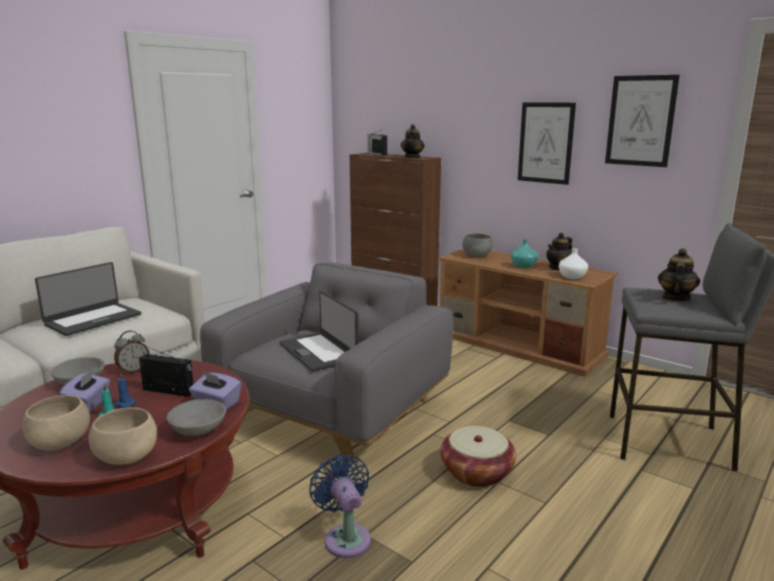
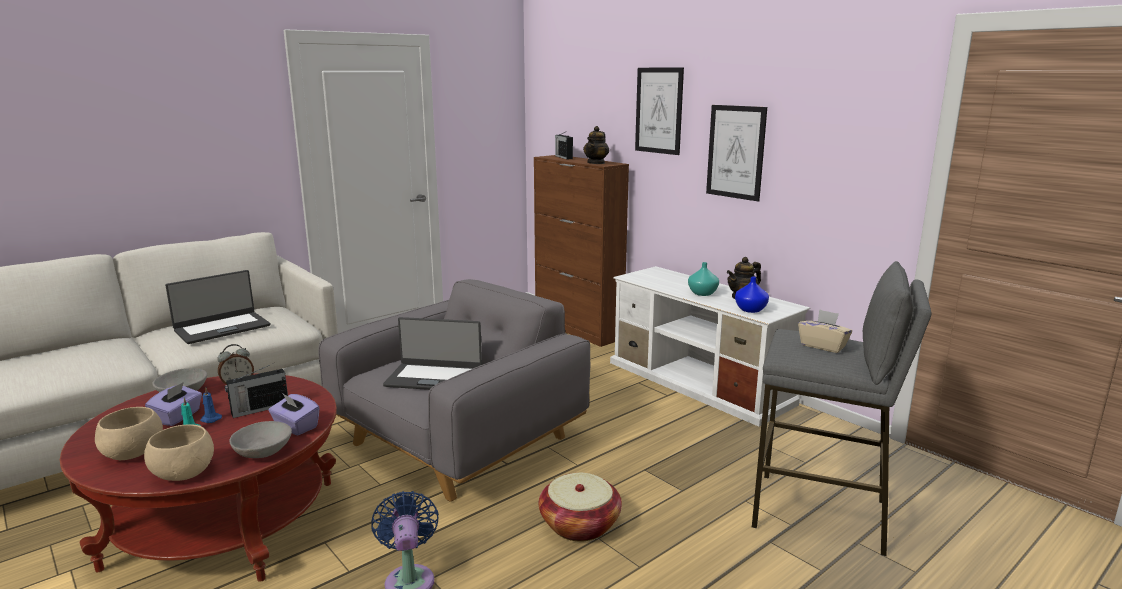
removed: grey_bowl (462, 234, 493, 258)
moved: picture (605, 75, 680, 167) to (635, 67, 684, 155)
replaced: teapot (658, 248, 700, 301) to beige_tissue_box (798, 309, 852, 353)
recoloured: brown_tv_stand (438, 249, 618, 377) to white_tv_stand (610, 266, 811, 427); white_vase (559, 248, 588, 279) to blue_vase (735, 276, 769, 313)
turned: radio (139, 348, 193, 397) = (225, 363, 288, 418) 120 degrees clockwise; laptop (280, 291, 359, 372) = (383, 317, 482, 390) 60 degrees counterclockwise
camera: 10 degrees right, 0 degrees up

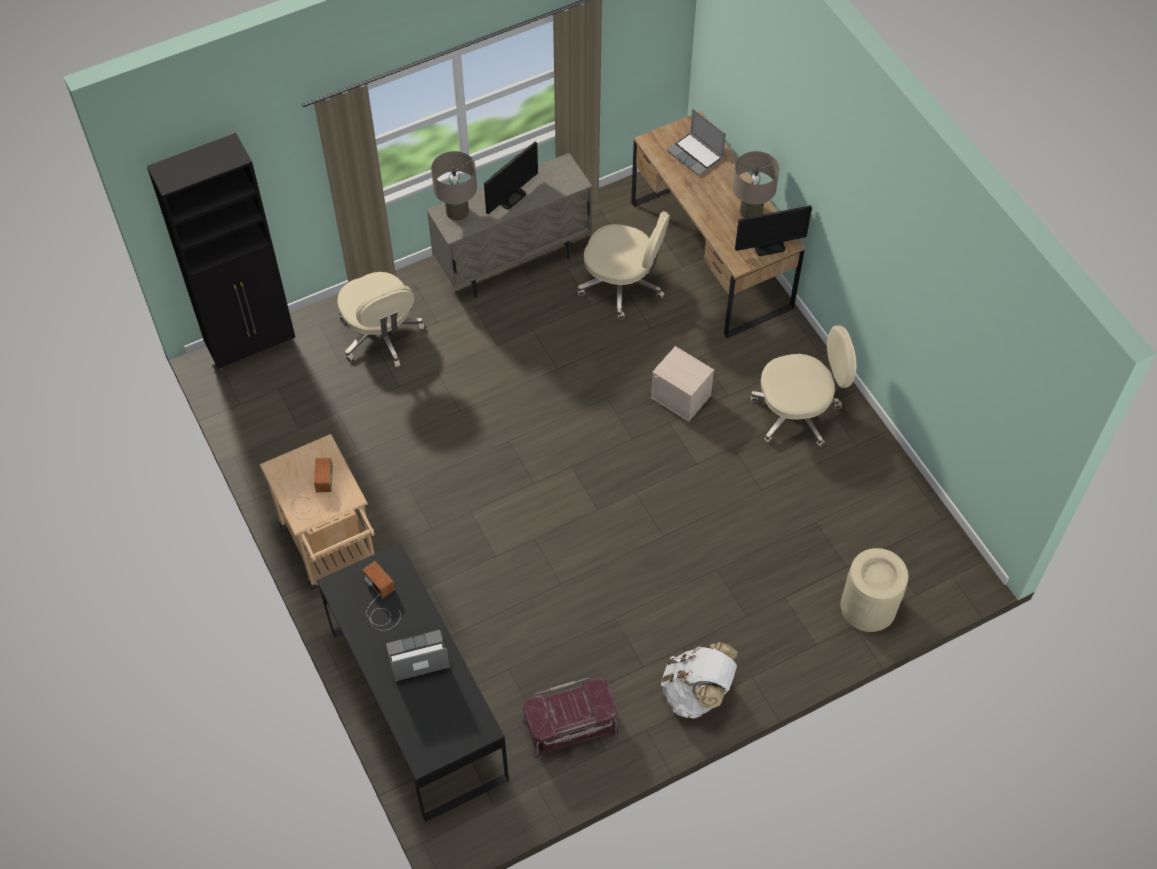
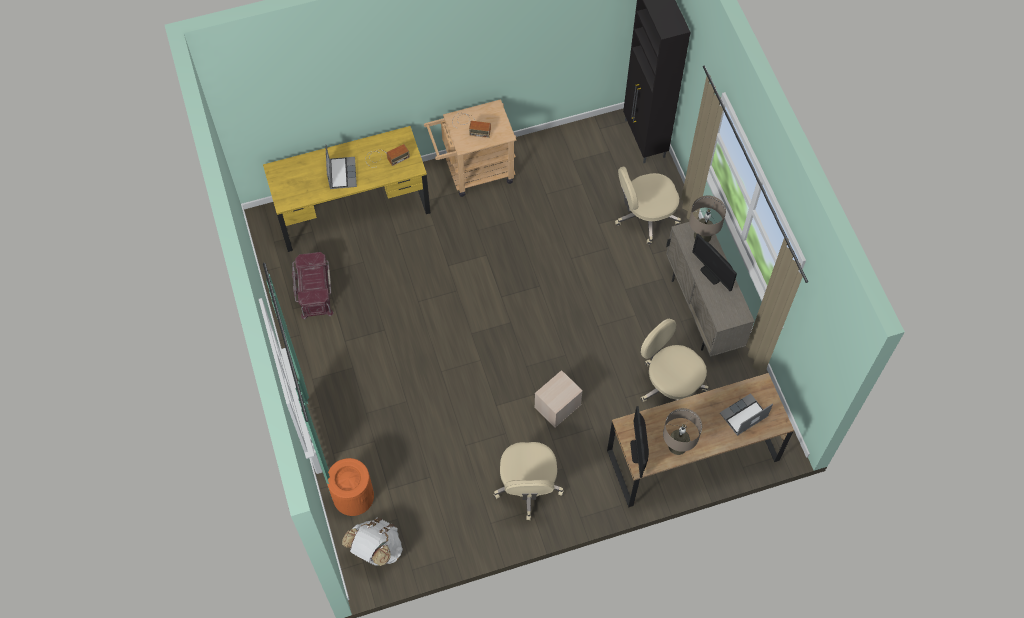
moved: white_backpack (661, 642, 738, 719) to (342, 517, 403, 566)
recoloured: black_desk (317, 542, 509, 822) to yellow_desk (263, 126, 431, 252); beige_trash_can (841, 548, 908, 632) to orange_trash_can (327, 458, 374, 516)
turned: beige_office_chair (578, 211, 670, 319) = (641, 319, 708, 402) 105 degrees clockwise
camera: 100 degrees right, 5 degrees up

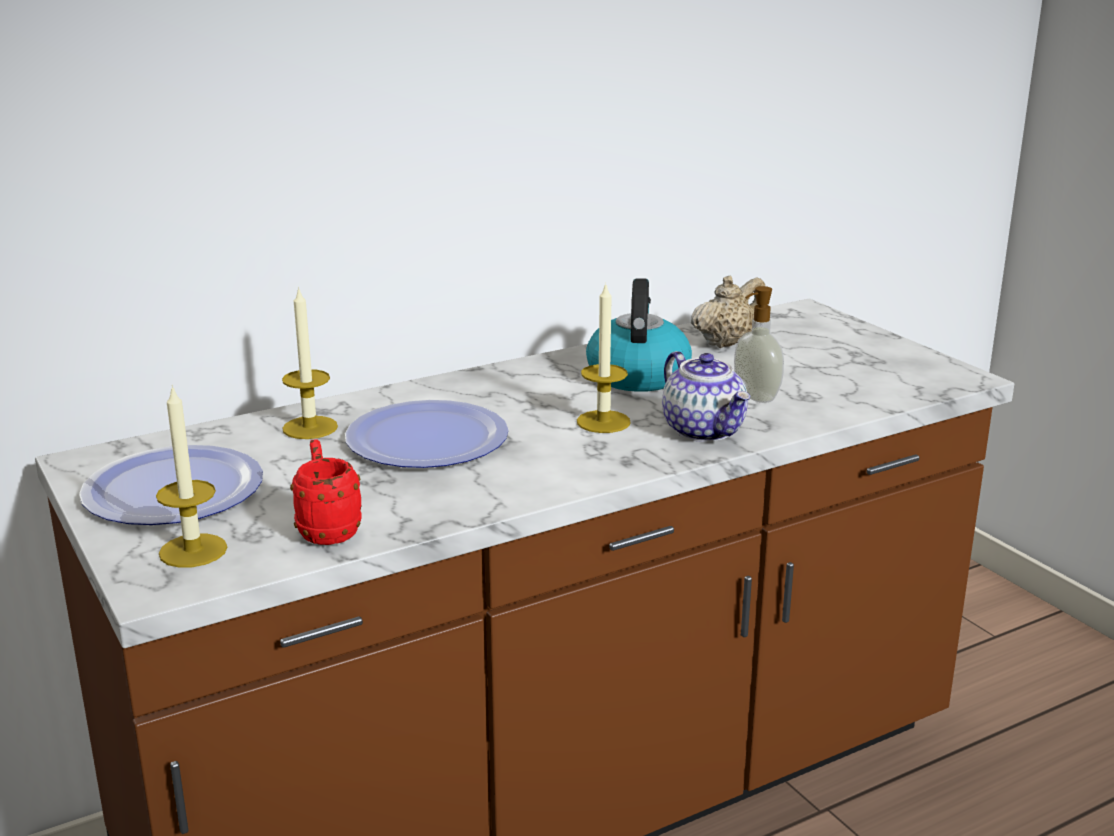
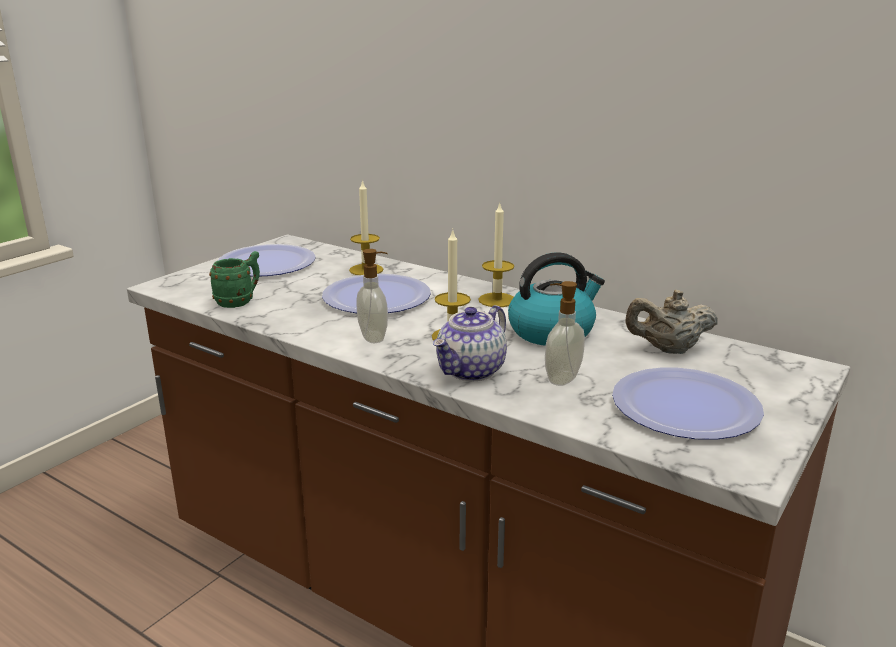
added: soap_dispenser (356, 249, 388, 343); plate (612, 367, 764, 440)
moved: candle (156, 385, 227, 568) to (478, 204, 514, 307)
recoloured: red_mug (290, 439, 362, 545) to green_mug (209, 251, 260, 308)
turned: beige_teapot (691, 276, 765, 348) = (625, 290, 718, 354) 150 degrees clockwise
camera: 65 degrees right, 0 degrees up

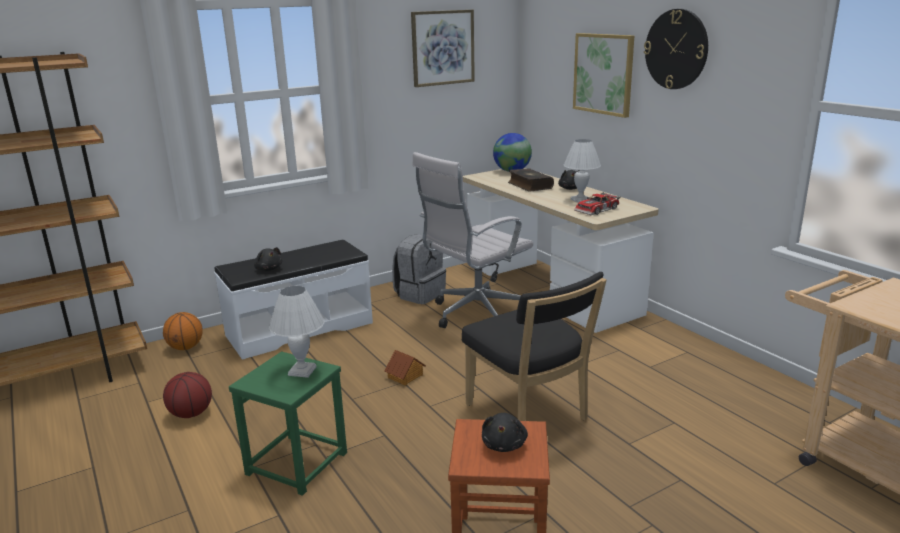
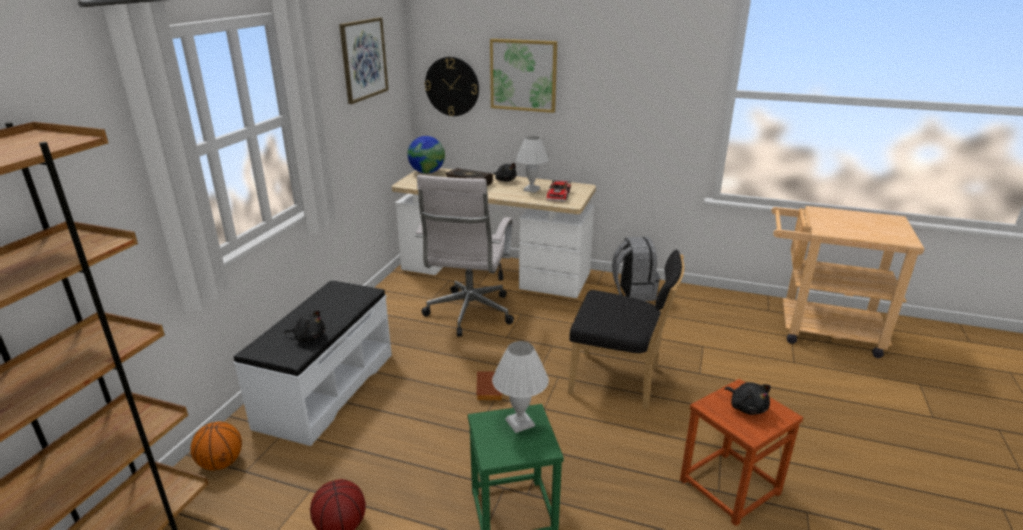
moved: grey_backpack (392, 234, 446, 304) to (612, 237, 660, 301); wall_clock (644, 9, 708, 89) to (425, 57, 479, 116)
camera: 40 degrees left, 5 degrees up

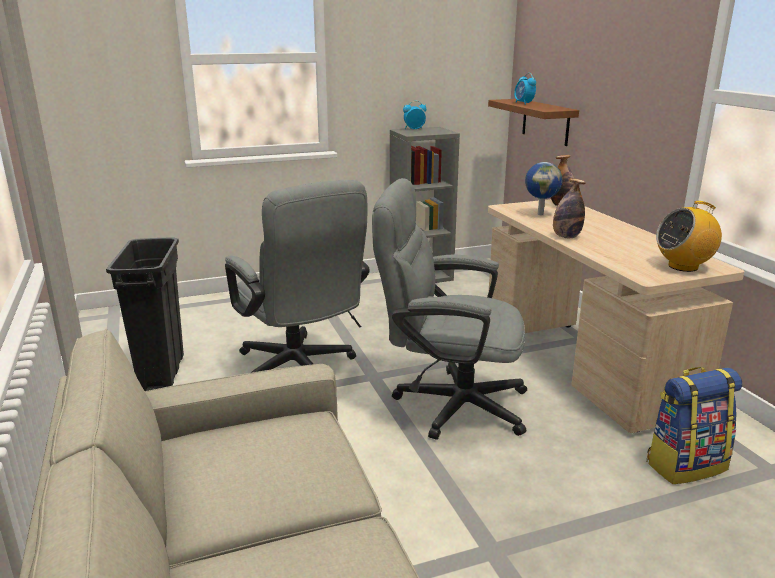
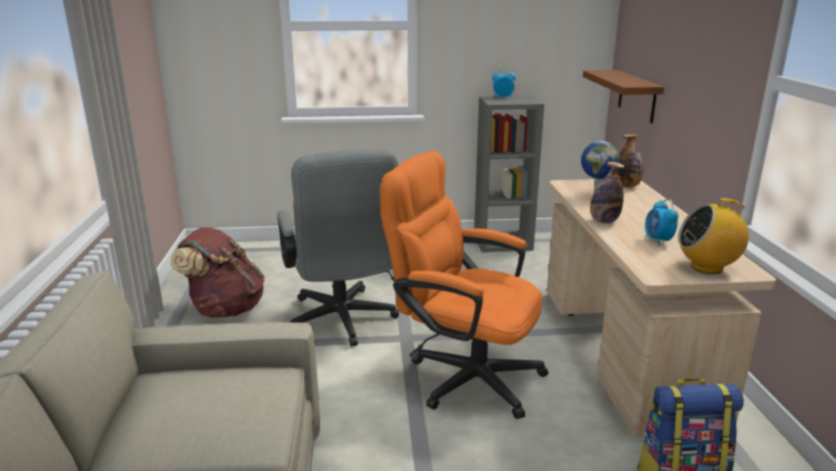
moved: alarm_clock (514, 73, 536, 105) to (645, 199, 678, 246)
replaced: black_trash_can (106, 238, 184, 391) to brown_backpack (170, 227, 265, 318)
recoloured: grey_office_chair (372, 178, 527, 440) to orange_office_chair (380, 151, 549, 419)
camera: 15 degrees right, 0 degrees up

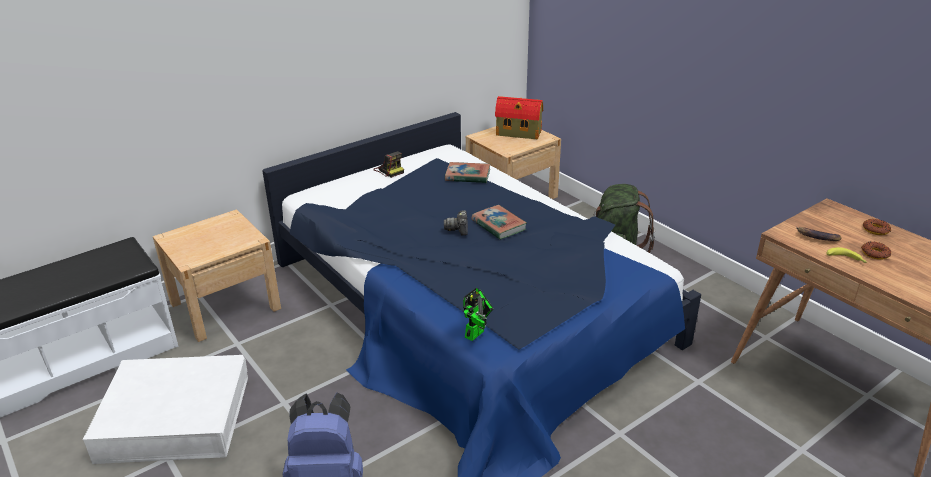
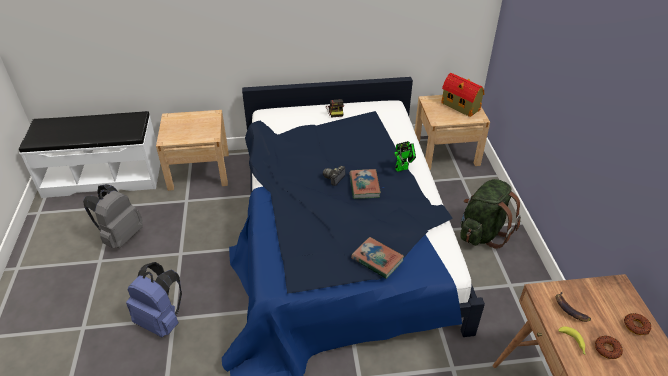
moved: book (445, 162, 490, 183) to (351, 237, 404, 279); toy_robot (463, 288, 494, 341) to (394, 141, 416, 172)
replaced: white_storage_box (83, 355, 248, 464) to grey_backpack (83, 184, 143, 248)
camera: 30 degrees right, 10 degrees up

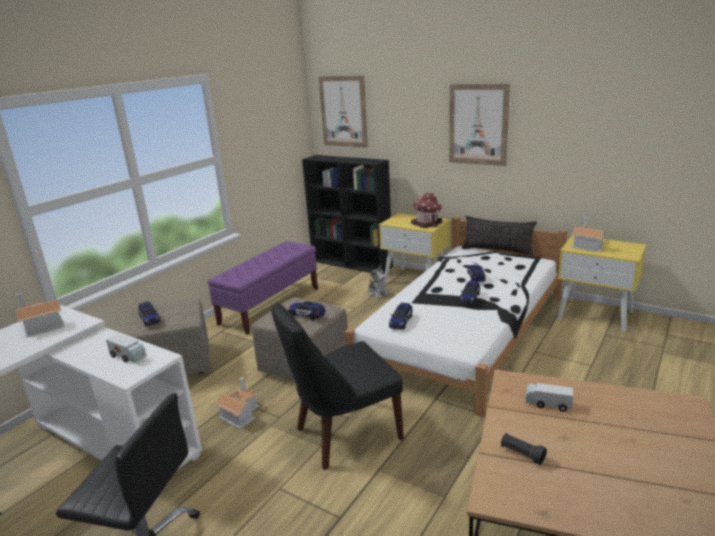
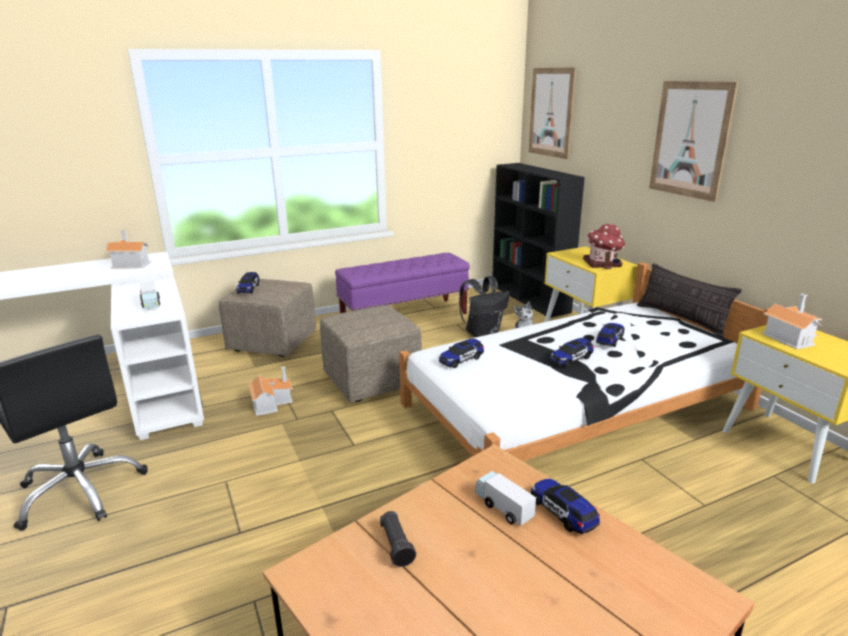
removed: black_chair (271, 303, 404, 470)
added: black_backpack (459, 276, 510, 337)
moved: toy_car (288, 301, 326, 320) to (531, 479, 600, 534)
camera: 30 degrees right, 0 degrees up

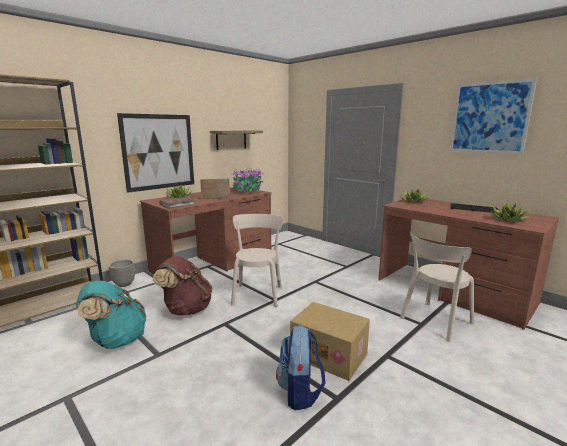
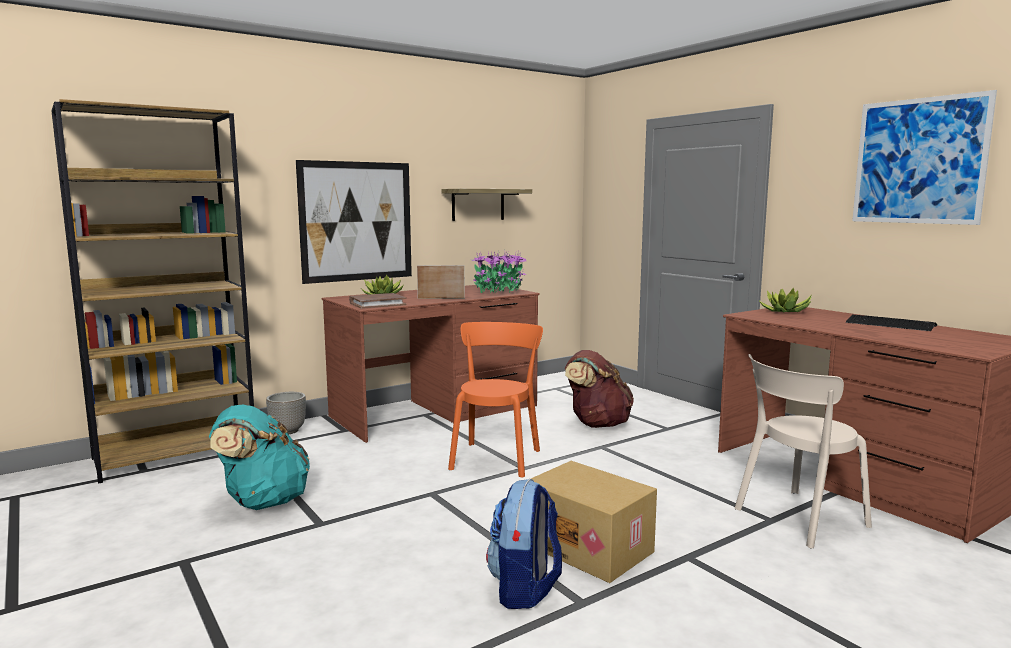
removed: potted_plant (491, 203, 531, 222)
moved: brown_backpack (153, 256, 213, 315) to (565, 350, 634, 428)
recoloured: beige_chair (231, 214, 283, 307) to orange_chair (448, 322, 543, 478)
camera: 10 degrees right, 5 degrees down

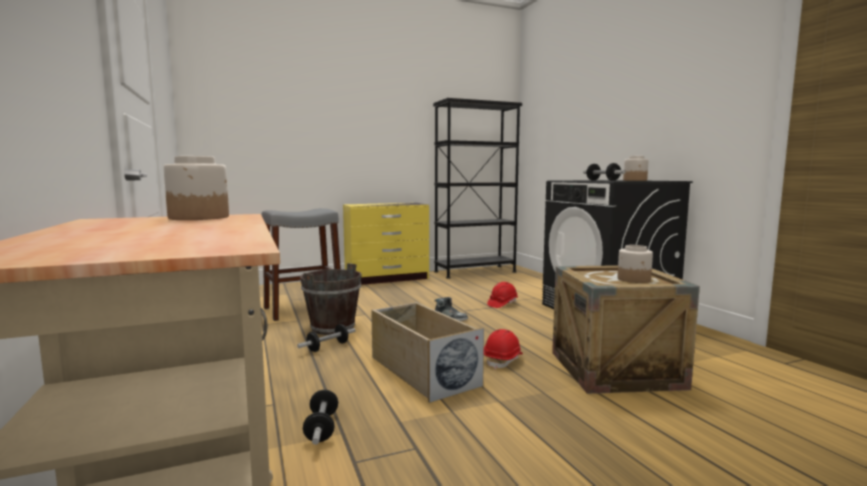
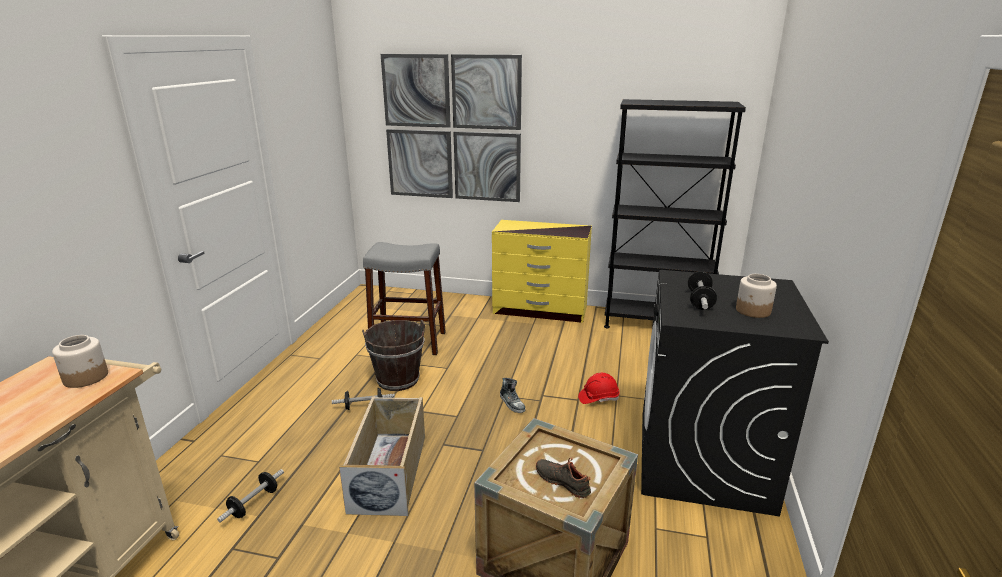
removed: red_hard_hat (484, 329, 523, 370)
added: picture (381, 54, 522, 202)
replaced: jar (618, 245, 653, 283) to black_shoe (536, 457, 591, 498)
camera: 35 degrees right, 15 degrees up

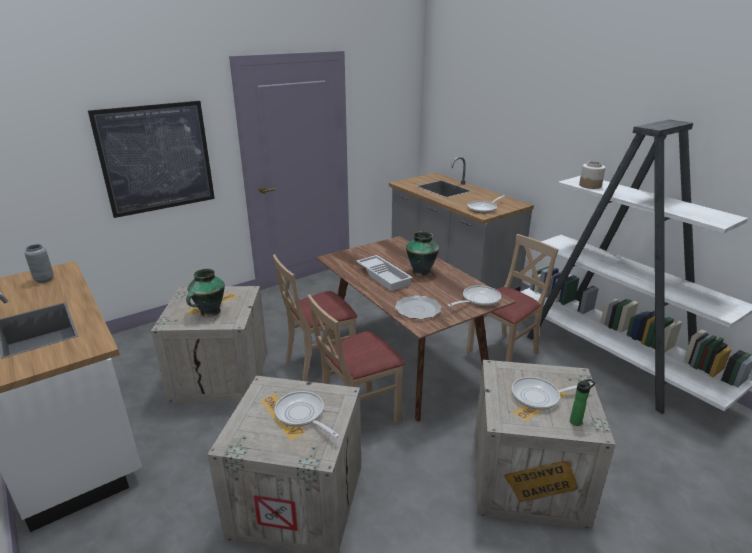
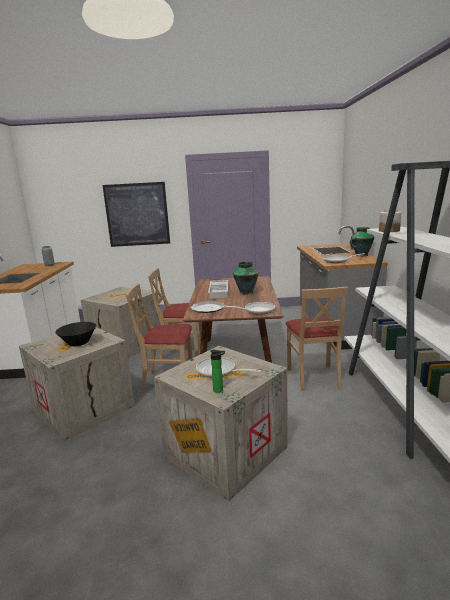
moved: vase (186, 269, 225, 317) to (350, 227, 374, 257)
replaced: frying_pan (274, 391, 339, 438) to black_bowl (55, 322, 96, 346)
turned: beige_chair (467, 234, 559, 362) = (286, 287, 348, 391) 90 degrees clockwise
camera: 35 degrees right, 10 degrees down

